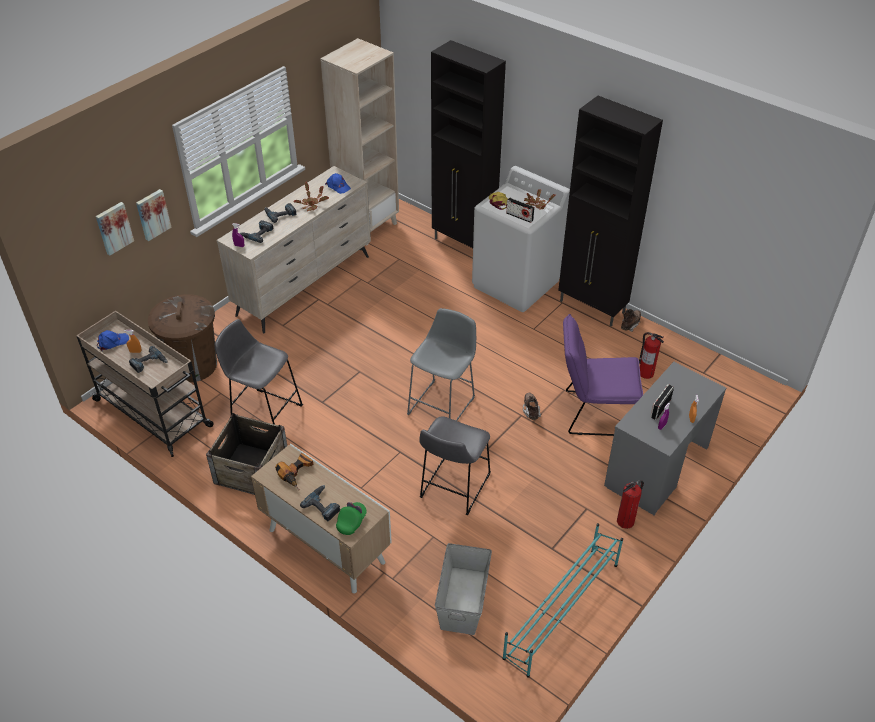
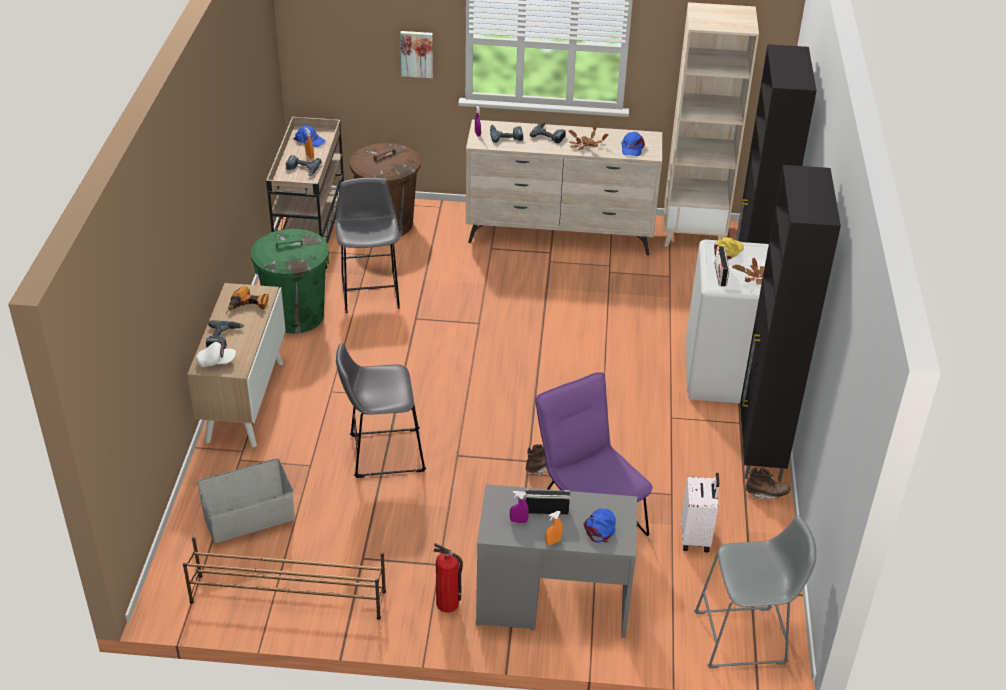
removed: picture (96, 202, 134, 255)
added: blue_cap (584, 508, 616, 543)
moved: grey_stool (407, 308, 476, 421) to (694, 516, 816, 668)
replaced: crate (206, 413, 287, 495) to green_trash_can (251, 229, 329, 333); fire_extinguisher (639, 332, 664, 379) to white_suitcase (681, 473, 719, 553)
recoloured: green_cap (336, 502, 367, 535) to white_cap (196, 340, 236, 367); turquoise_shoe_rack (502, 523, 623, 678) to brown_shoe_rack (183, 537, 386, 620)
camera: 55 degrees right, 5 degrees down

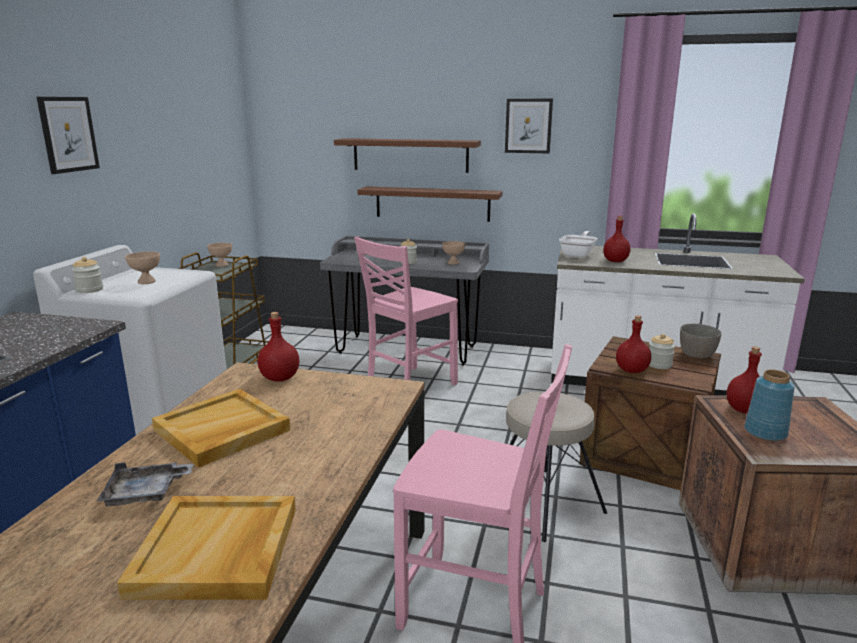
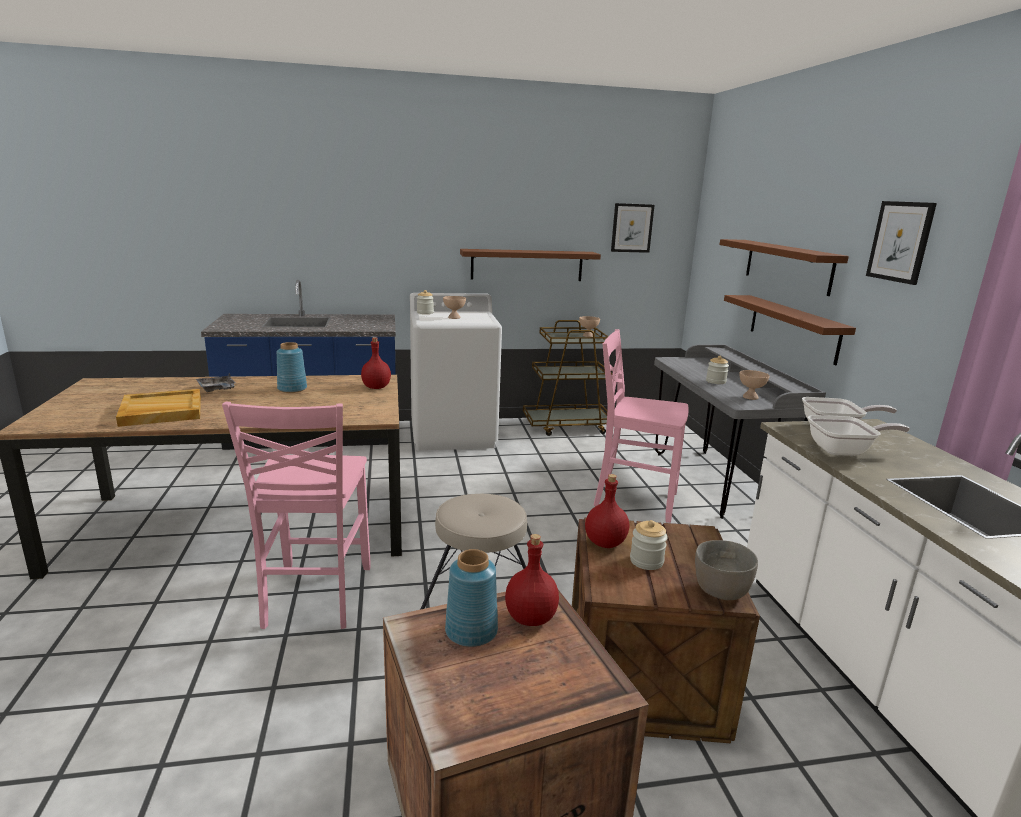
added: brown_shelf (460, 249, 601, 281)
moved: picture (37, 97, 100, 174) to (611, 203, 654, 253)
replaced: beige_tray (152, 389, 290, 468) to blue_vase (276, 342, 307, 393); red_bottle (603, 216, 630, 262) to frying_pan (808, 415, 910, 456)
camera: 65 degrees right, 0 degrees up

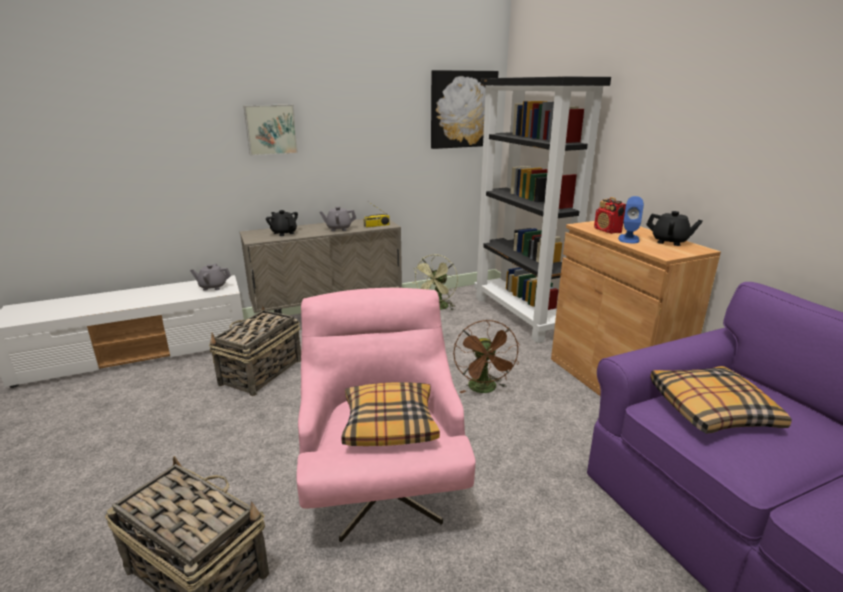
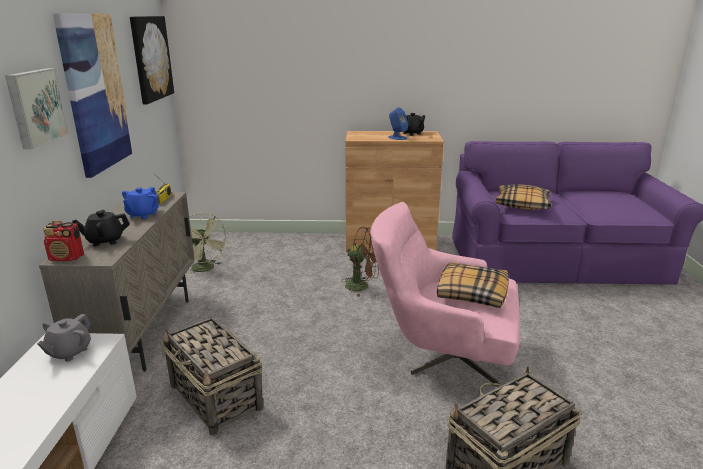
removed: black_bookcase (474, 76, 611, 343)
added: picture (53, 13, 133, 178)
moved: radio (594, 197, 626, 234) to (43, 220, 84, 261)
recoloured: grey_teapot (319, 206, 356, 231) to blue_teapot (122, 187, 159, 219)
camera: 65 degrees left, 0 degrees up

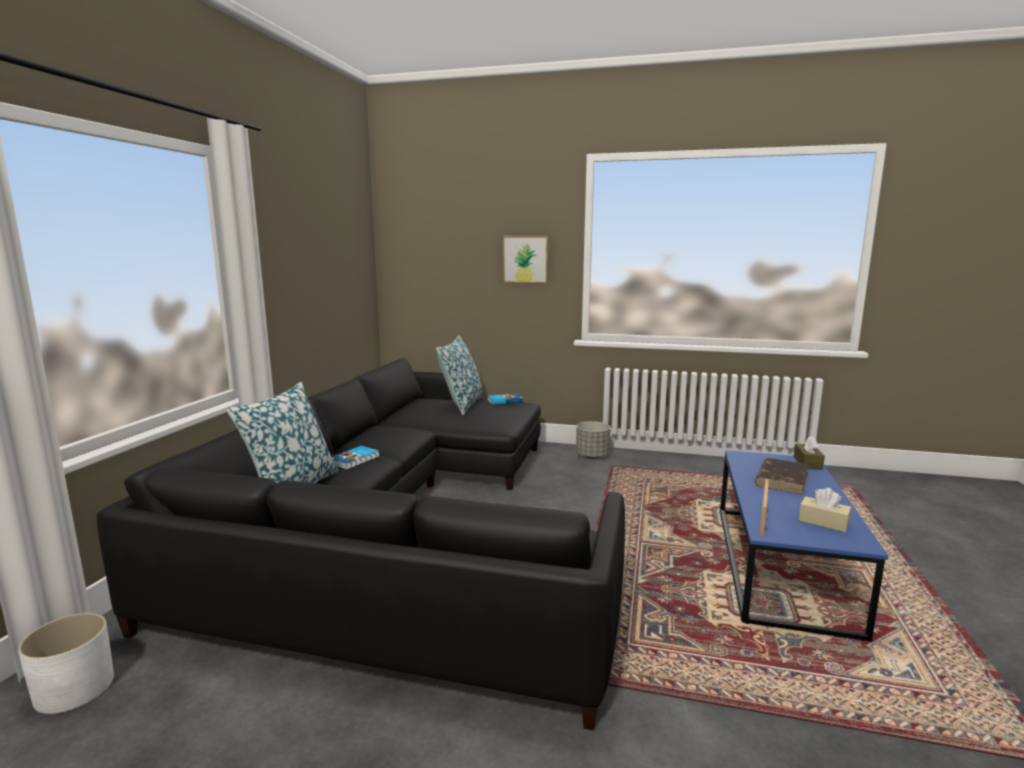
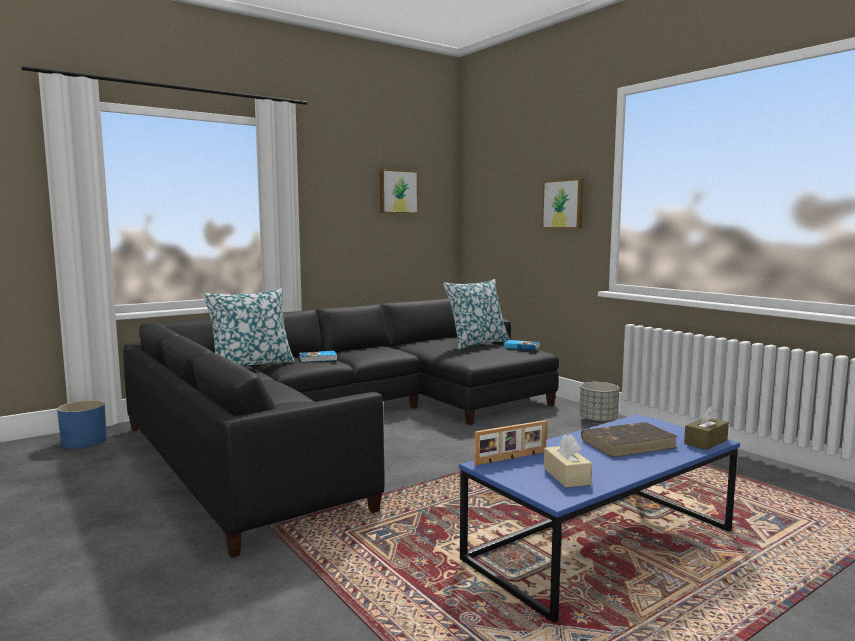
added: picture (380, 169, 418, 214)
recoloured: white_planter (18, 613, 114, 714) to blue_planter (57, 400, 106, 449)
camera: 40 degrees right, 5 degrees down

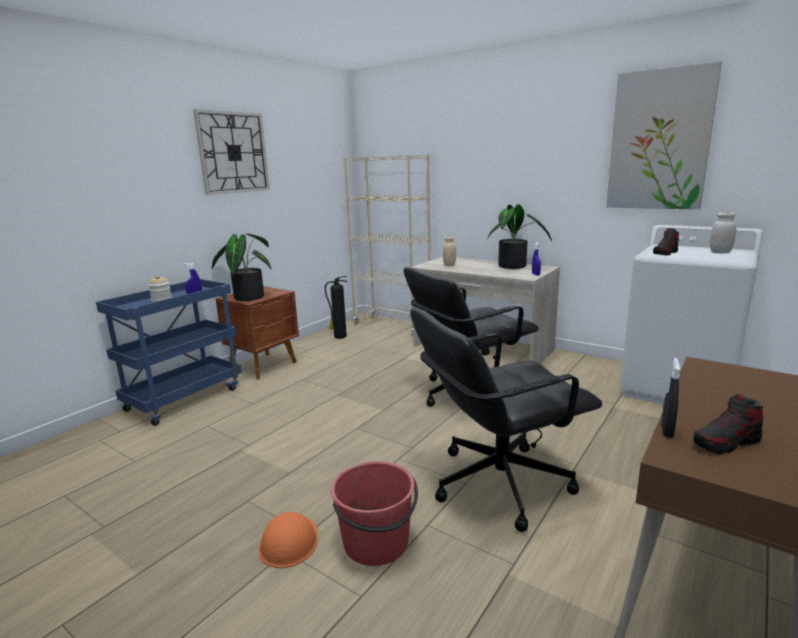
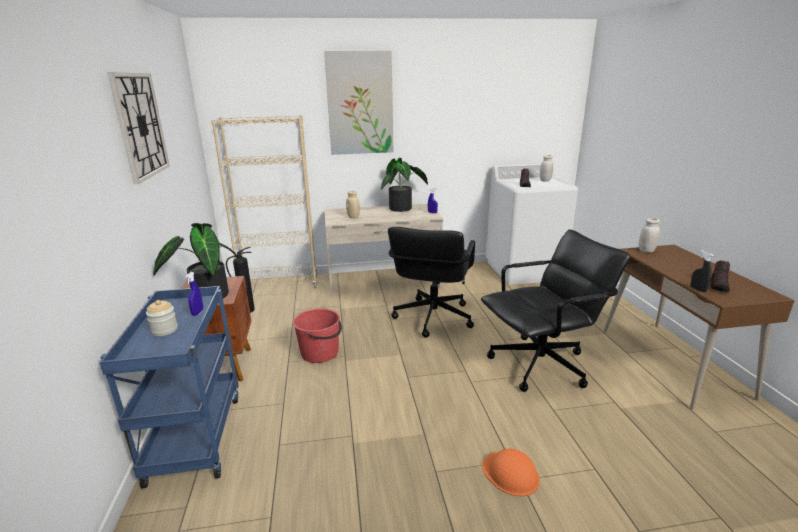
added: white_jar (639, 218, 660, 252)
moved: red_bucket (331, 461, 418, 566) to (293, 308, 342, 363); picture (606, 61, 722, 210) to (324, 51, 393, 155)
turned: black_office_chair (410, 308, 602, 532) = (481, 230, 631, 392) 135 degrees counterclockwise
camera: 45 degrees left, 5 degrees up

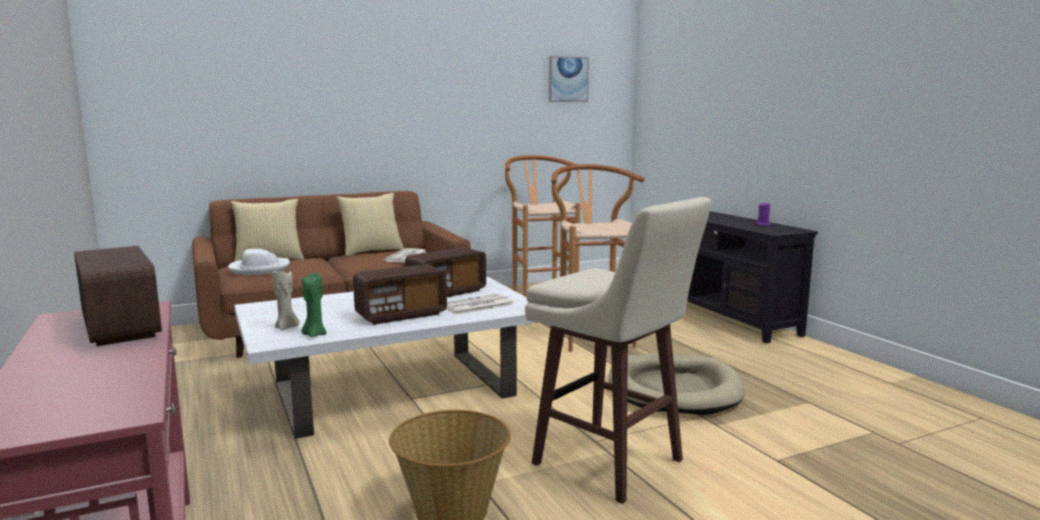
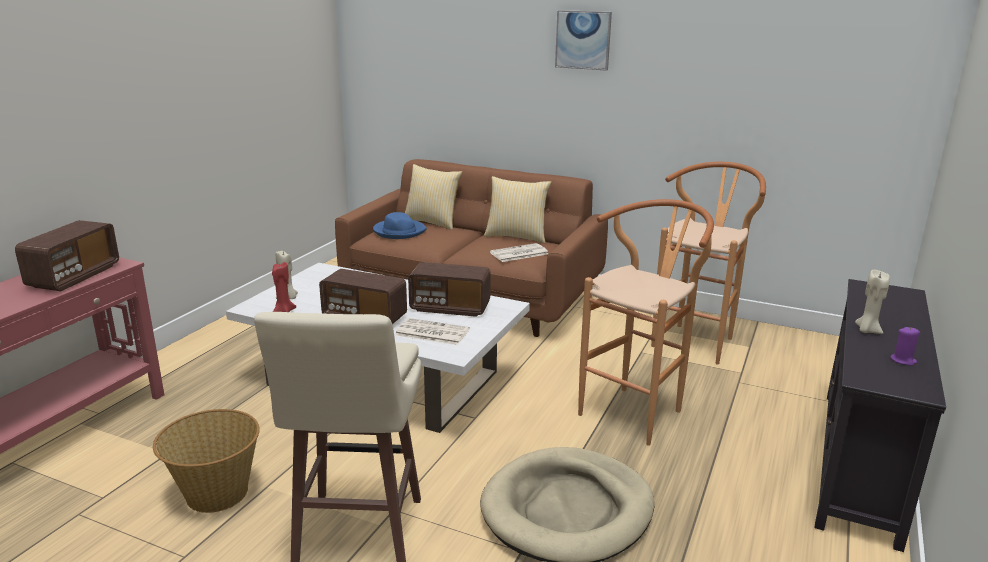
added: beige_candle (855, 270, 890, 334)
moved: picture (549, 56, 589, 102) to (555, 10, 612, 71)
recoloured: white_hat (228, 249, 290, 275) to blue_hat (373, 212, 427, 239); green_candle (301, 273, 327, 337) to red_candle (272, 262, 296, 312)
camera: 50 degrees right, 10 degrees up

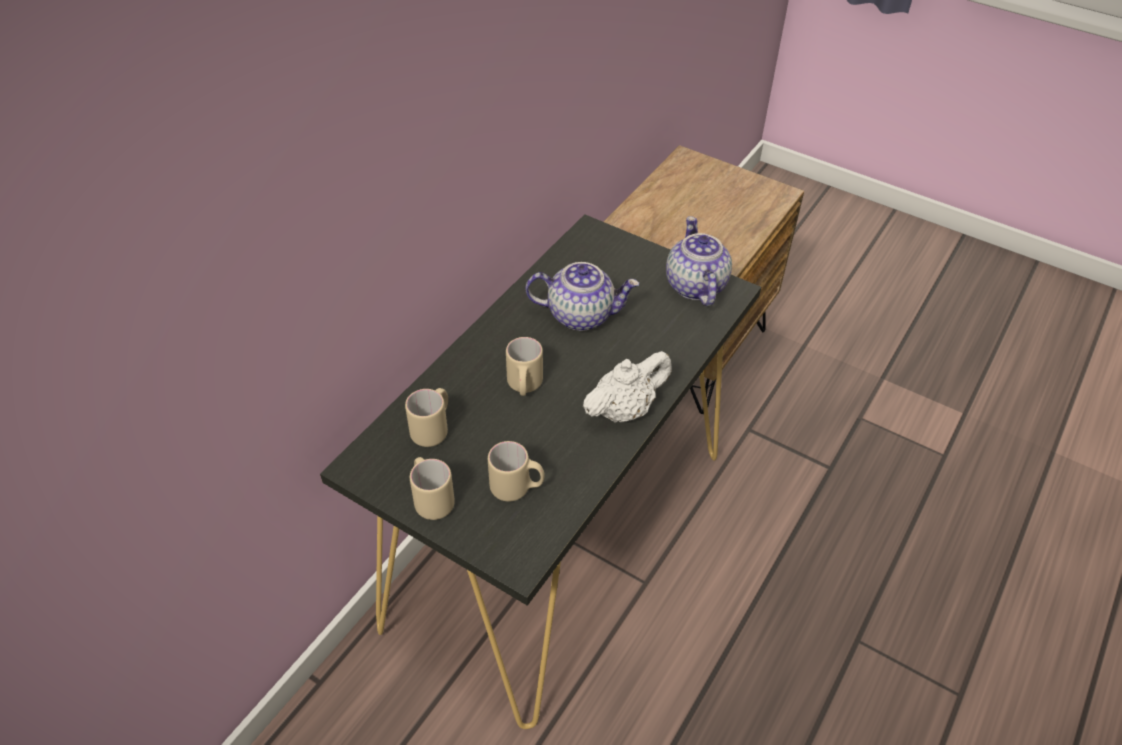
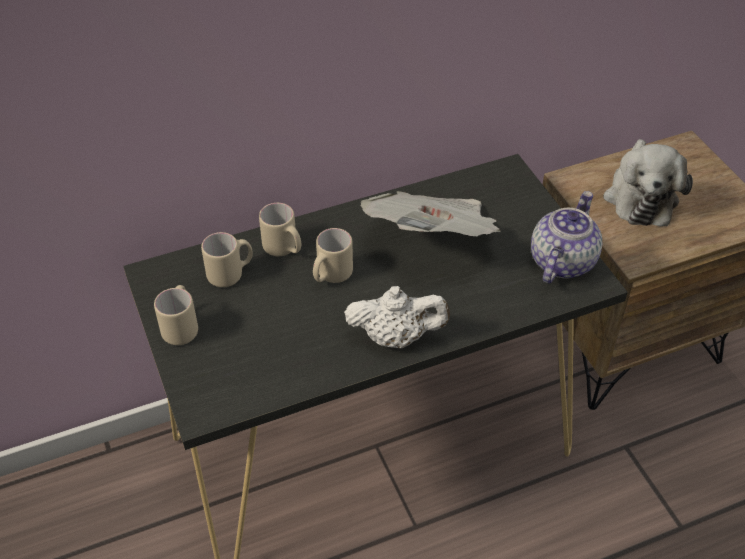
added: plush_toy (603, 139, 693, 226)
moved: beige_mug (488, 441, 545, 502) to (259, 203, 301, 256)
replaced: teapot (525, 262, 639, 331) to newspaper (361, 191, 500, 236)
camera: 35 degrees right, 0 degrees up

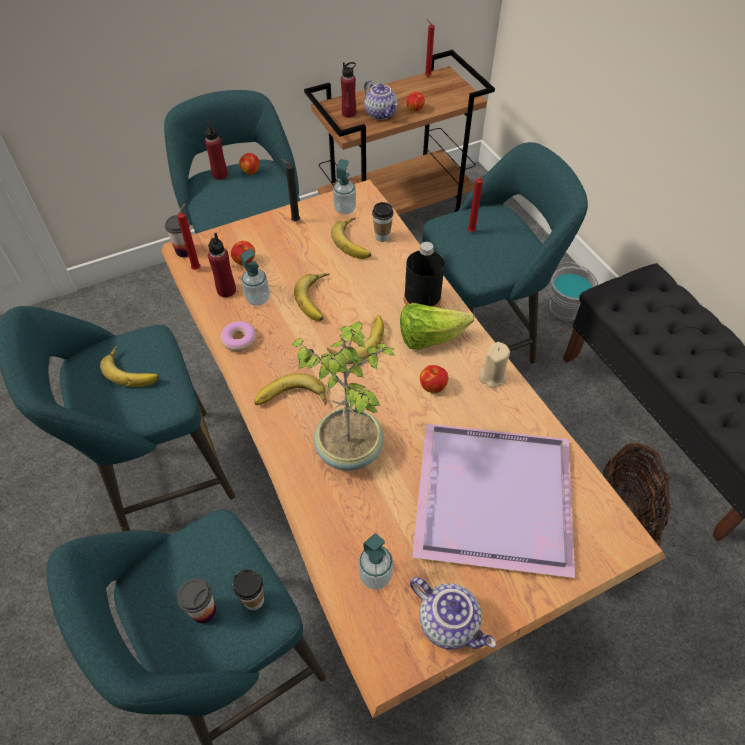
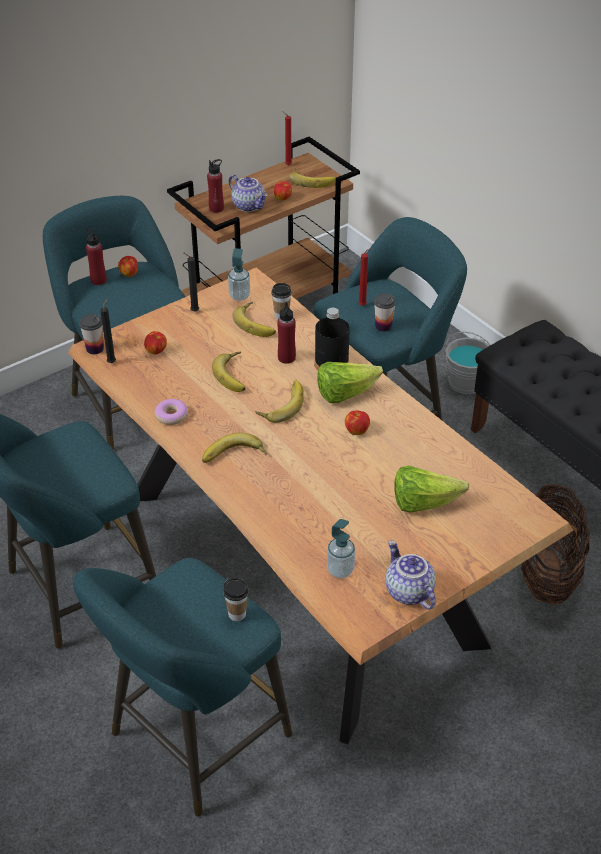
removed: soap_dispenser (241, 248, 270, 306); potted_plant (292, 321, 395, 471); beige_candle (478, 342, 510, 388)
moved: banana (100, 345, 159, 387) to (289, 168, 336, 188); cup (177, 578, 216, 624) to (374, 293, 396, 332); red_bottle (208, 233, 236, 297) to (277, 302, 296, 364)
replaced: purple_tray (412, 424, 575, 578) to lettuce (394, 465, 469, 513)
recoloured: red_candle (177, 203, 201, 270) to black_candle (100, 299, 116, 363)
turned: teapot (410, 577, 496, 650) = (386, 540, 436, 610) 150 degrees counterclockwise
camera: 10 degrees left, 10 degrees down

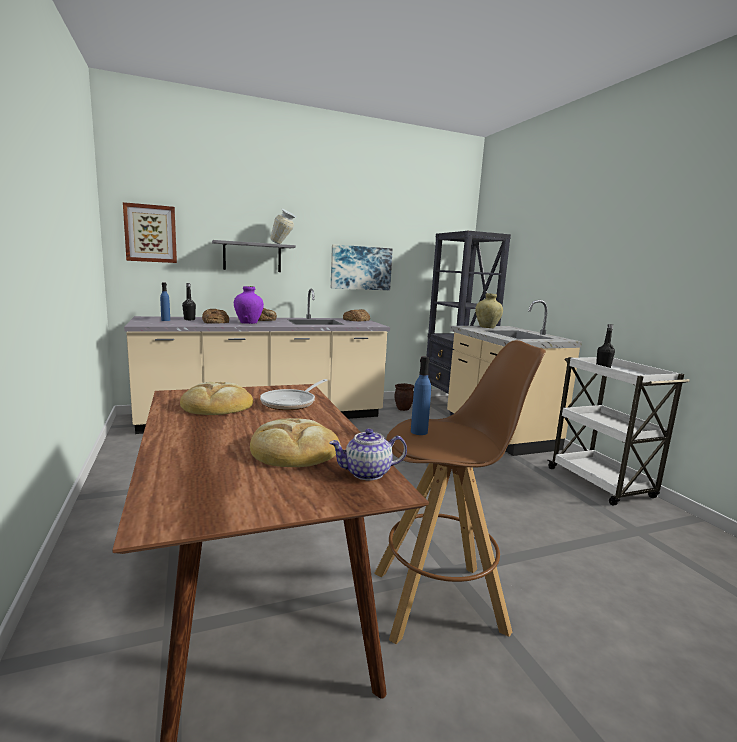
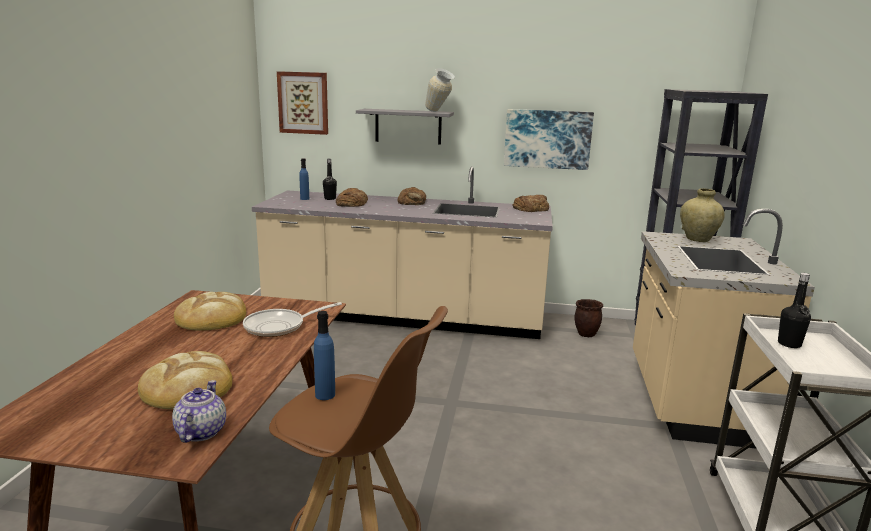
removed: purple_vase (234, 286, 264, 324)
turned: teapot (329, 428, 407, 480) = (172, 380, 226, 443) 75 degrees clockwise
camera: 30 degrees right, 5 degrees up

